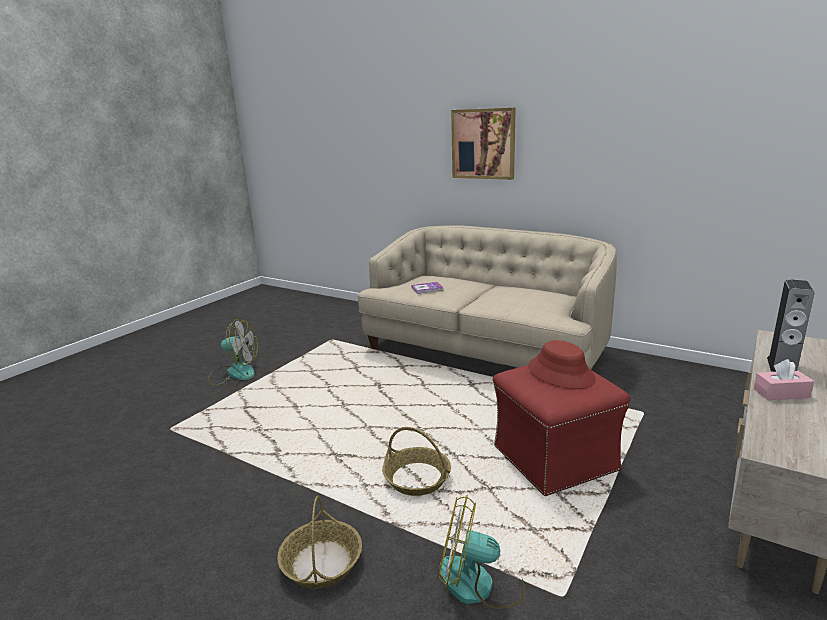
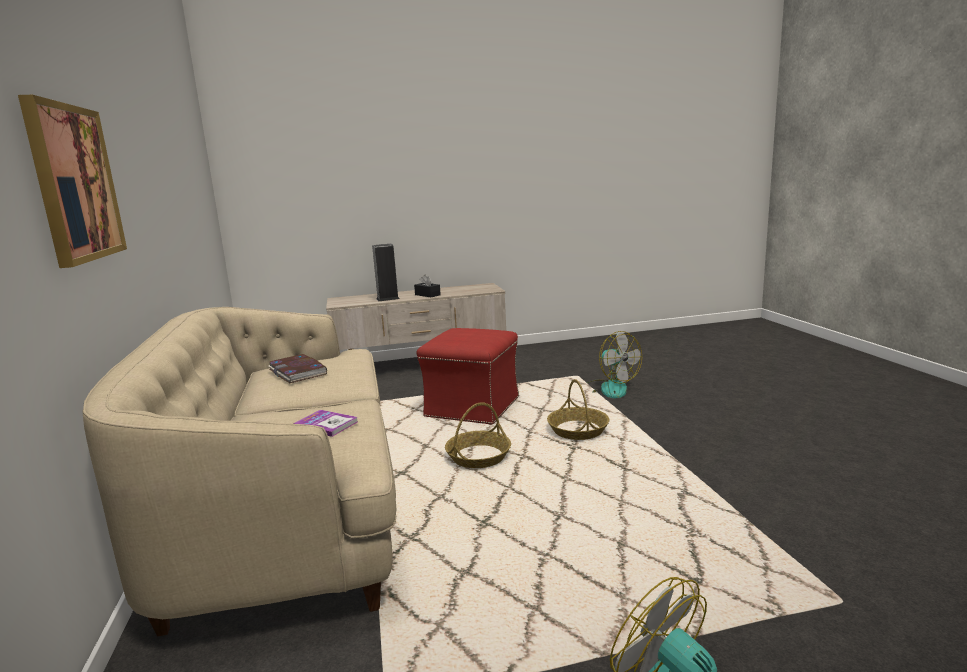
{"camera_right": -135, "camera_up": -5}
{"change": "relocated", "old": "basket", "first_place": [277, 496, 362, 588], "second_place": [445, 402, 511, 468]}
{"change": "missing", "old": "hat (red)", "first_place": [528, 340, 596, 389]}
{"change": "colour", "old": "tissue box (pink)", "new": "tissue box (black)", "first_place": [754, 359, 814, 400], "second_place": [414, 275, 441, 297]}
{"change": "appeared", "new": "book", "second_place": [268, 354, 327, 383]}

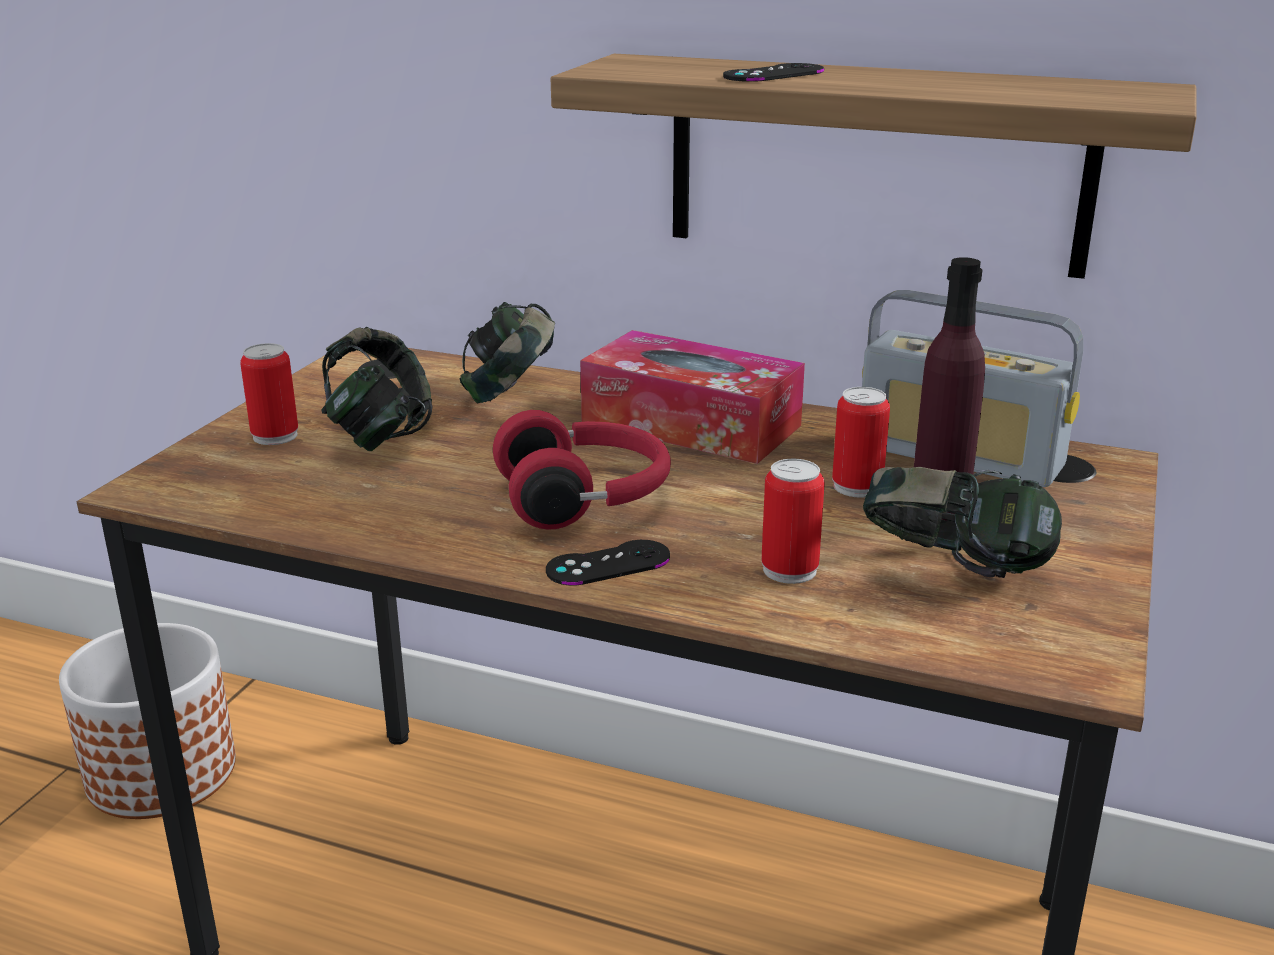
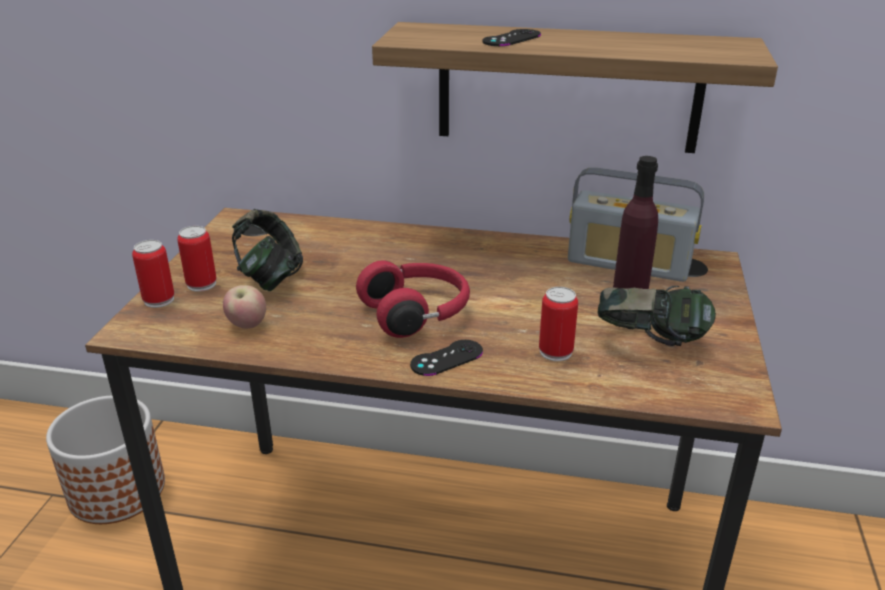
{"camera_right": -10, "camera_up": 5}
{"change": "missing", "old": "headphones", "first_place": [459, 302, 555, 403]}
{"change": "missing", "old": "tissue box", "first_place": [580, 330, 805, 464]}
{"change": "relocated", "old": "can", "first_place": [832, 387, 890, 497], "second_place": [132, 240, 174, 308]}
{"change": "appeared", "new": "apple", "second_place": [223, 285, 266, 329]}

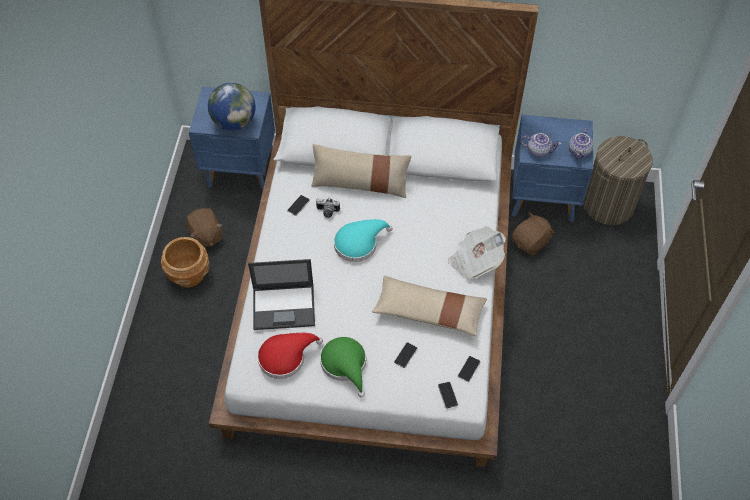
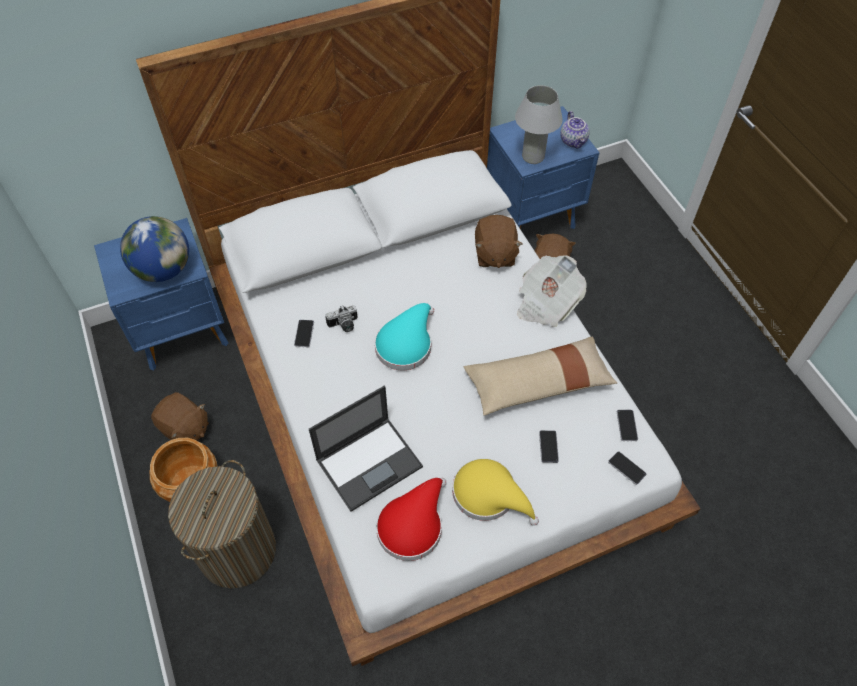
{"camera_right": -30, "camera_up": 0}
{"change": "missing", "old": "pillow (beige)", "first_place": [311, 144, 411, 198]}
{"change": "colour", "old": "hat (green)", "new": "hat (yellow)", "first_place": [320, 336, 366, 397], "second_place": [452, 458, 539, 526]}
{"change": "exchanged", "old": "teapot", "new": "table lamp (white)", "first_place": [520, 133, 561, 157], "second_place": [515, 85, 563, 164]}
{"change": "relocated", "old": "laundry basket", "first_place": [583, 136, 653, 225], "second_place": [168, 460, 276, 588]}
{"change": "appeared", "new": "plush toy (brown)", "second_place": [475, 215, 522, 268]}

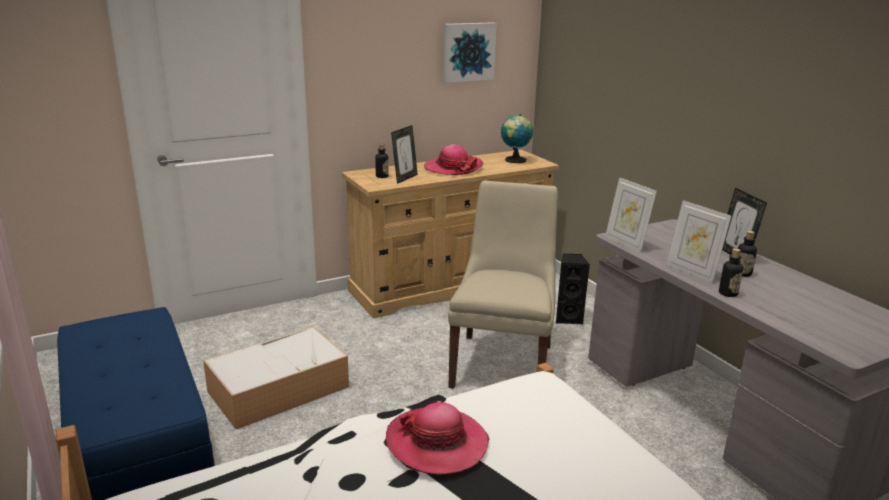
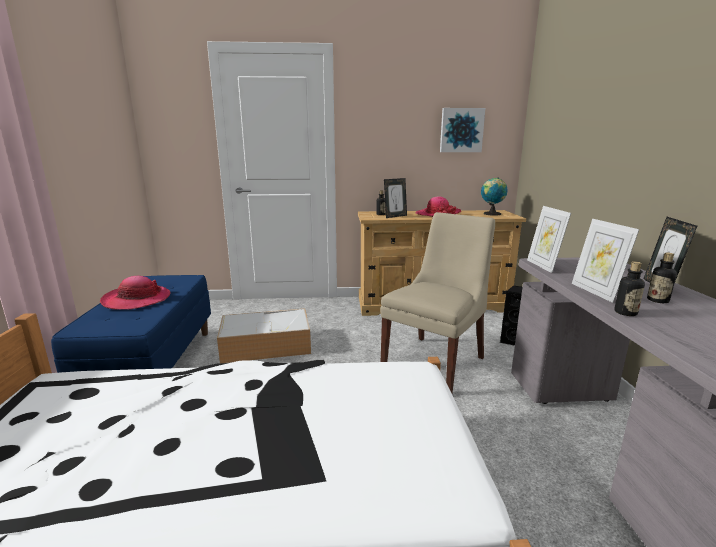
{"camera_right": 25, "camera_up": -5}
{"change": "relocated", "old": "hat", "first_place": [386, 401, 489, 475], "second_place": [100, 276, 171, 310]}

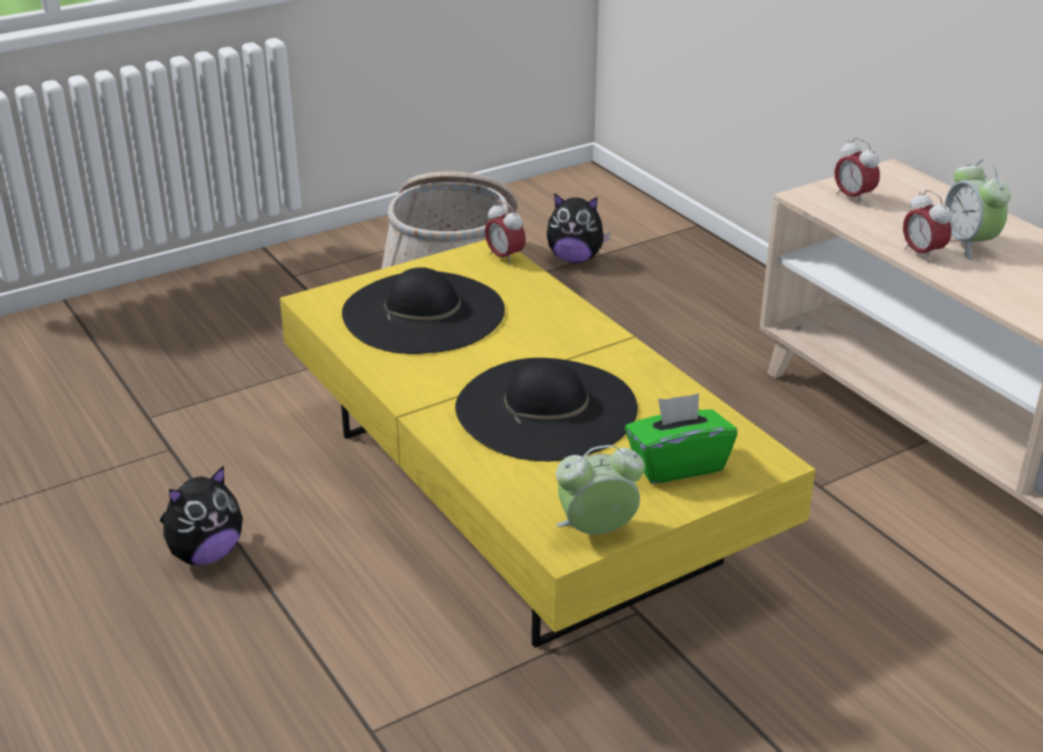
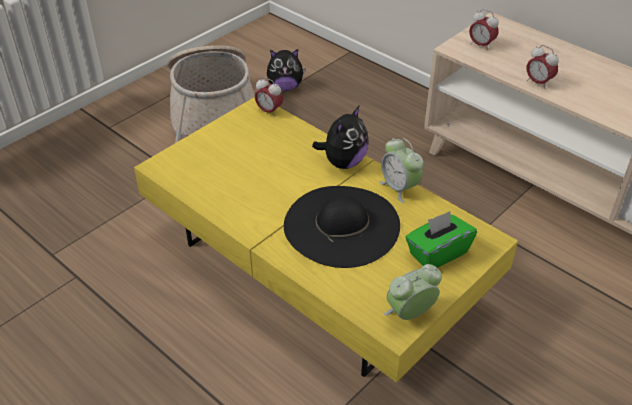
{"camera_right": -15, "camera_up": 10}
{"change": "relocated", "old": "plush toy", "first_place": [160, 466, 243, 565], "second_place": [312, 106, 369, 169]}
{"change": "missing", "old": "hat (black)", "first_place": [342, 267, 505, 354]}
{"change": "relocated", "old": "alarm clock", "first_place": [945, 160, 1011, 260], "second_place": [379, 138, 423, 203]}

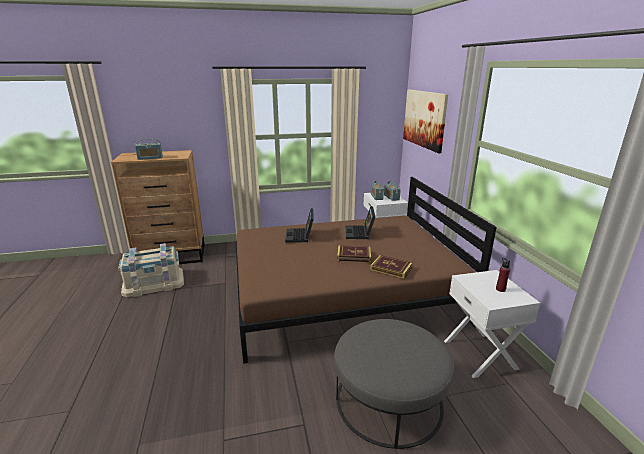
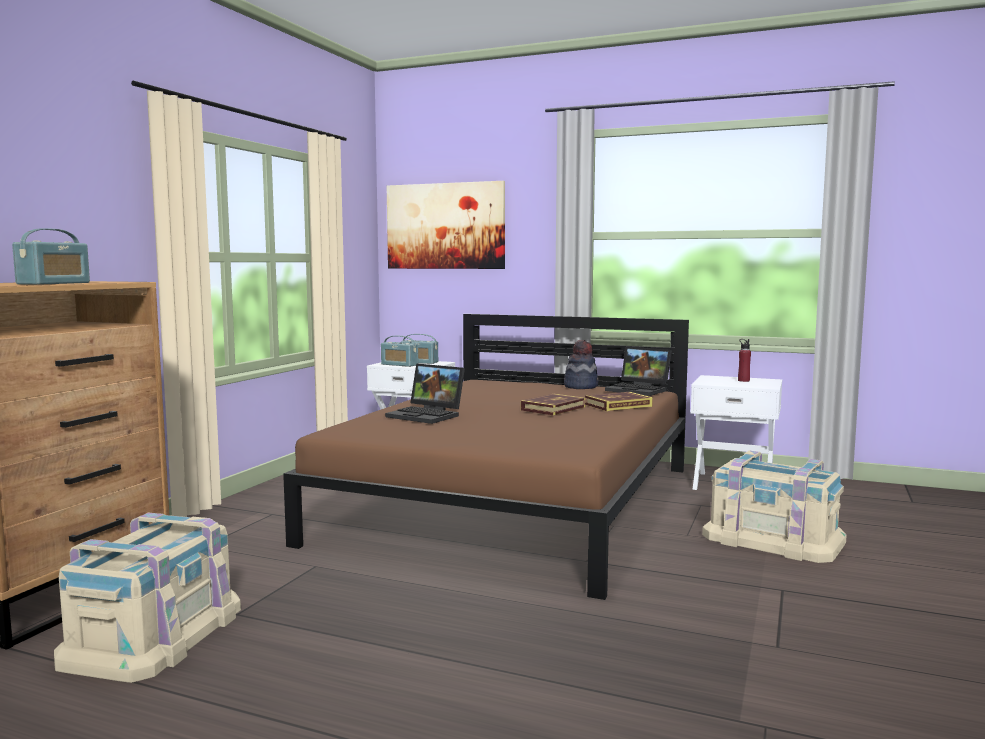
{"camera_right": -55, "camera_up": -15}
{"change": "exchanged", "old": "ottoman (grey)", "new": "storage box (beige)", "first_place": [334, 319, 454, 449], "second_place": [702, 450, 846, 563]}
{"change": "relocated", "old": "laptop", "first_place": [346, 206, 375, 239], "second_place": [605, 347, 672, 396]}
{"change": "appeared", "new": "hat", "second_place": [564, 340, 599, 389]}

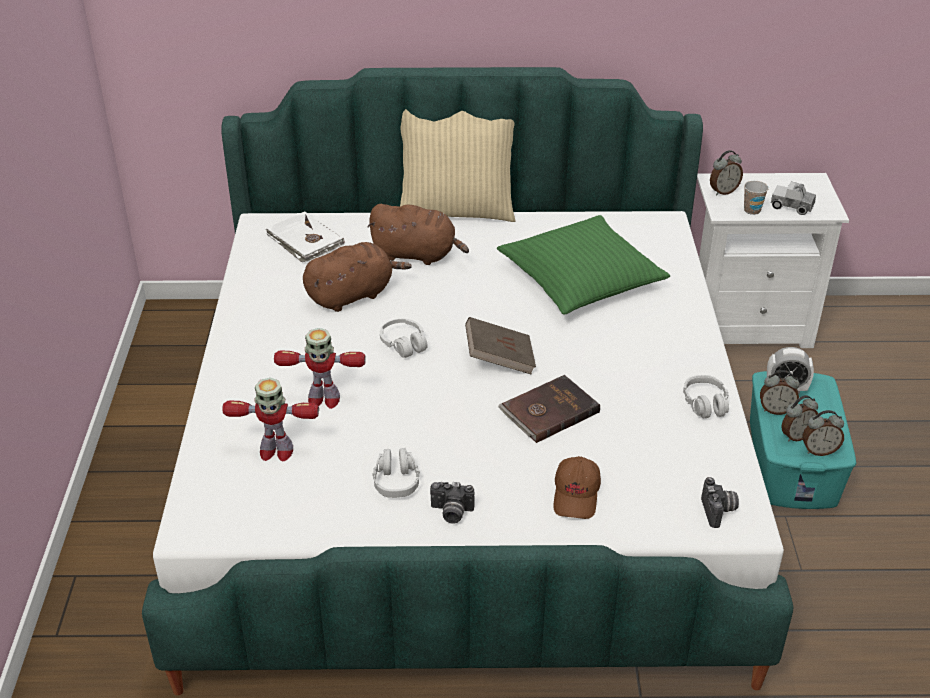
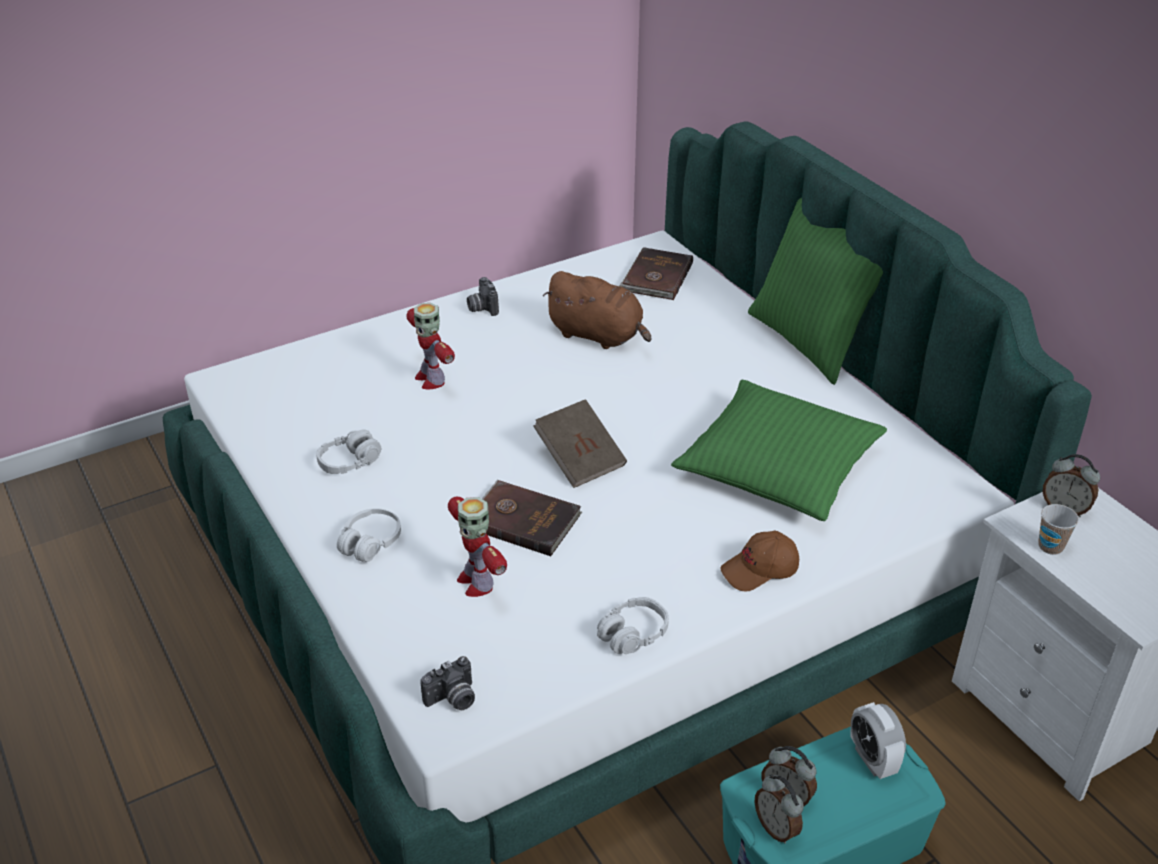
{"camera_right": 60, "camera_up": 0}
{"change": "relocated", "old": "toy robot", "first_place": [222, 378, 319, 461], "second_place": [448, 497, 507, 597]}
{"change": "colour", "old": "book (white)", "new": "book (brown)", "first_place": [266, 211, 344, 262], "second_place": [619, 247, 693, 300]}
{"change": "missing", "old": "plush toy (brown)", "first_place": [367, 204, 469, 265]}
{"change": "relocated", "old": "headphones (white)", "first_place": [380, 319, 428, 358], "second_place": [337, 508, 401, 562]}
{"change": "colour", "old": "pillow (beige)", "new": "pillow (green)", "first_place": [400, 109, 515, 222], "second_place": [748, 198, 883, 385]}
{"change": "relocated", "old": "photo camera", "first_place": [430, 482, 474, 524], "second_place": [467, 277, 499, 316]}
{"change": "relocated", "old": "cap (brown)", "first_place": [553, 456, 601, 519], "second_place": [720, 531, 799, 592]}
{"change": "missing", "old": "alarm clock", "first_place": [760, 370, 799, 415]}
{"change": "missing", "old": "toy truck", "first_place": [771, 182, 816, 215]}

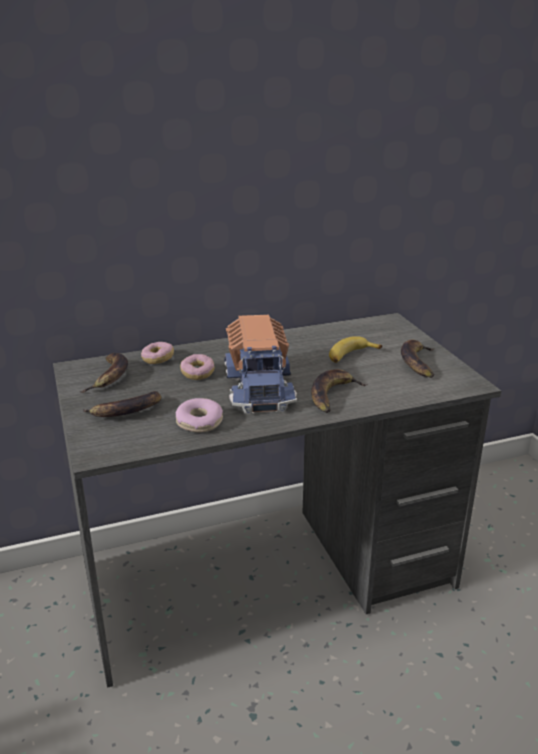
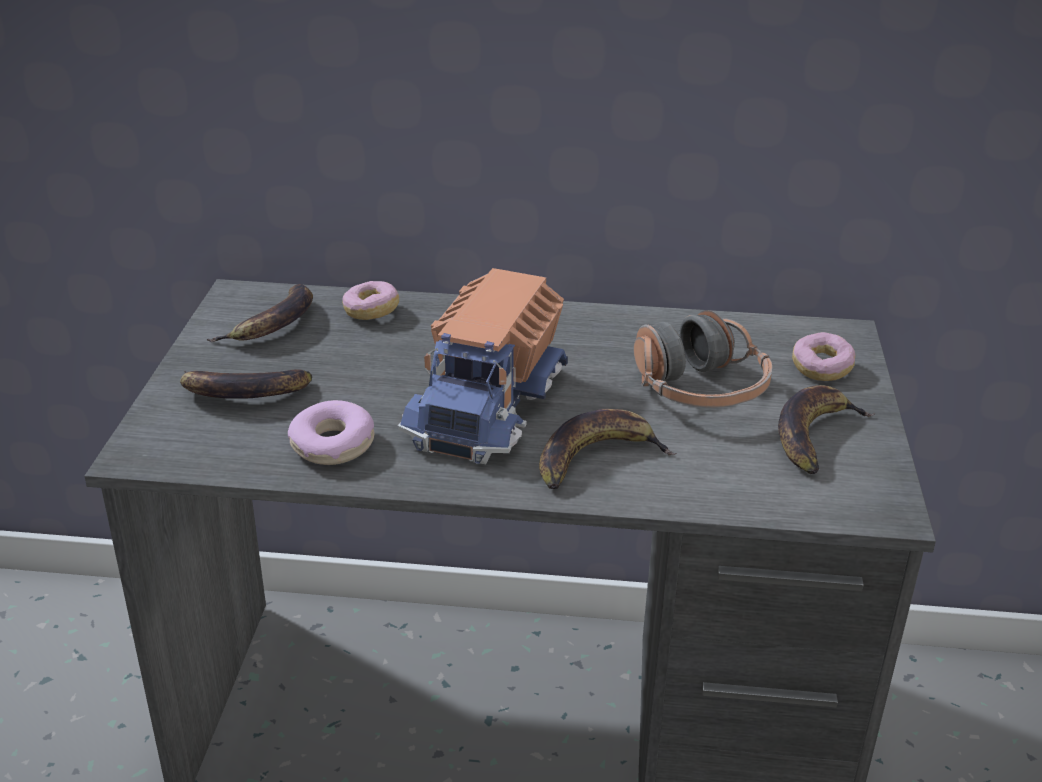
{"camera_right": 25, "camera_up": 5}
{"change": "relocated", "old": "donut", "first_place": [180, 354, 215, 380], "second_place": [792, 332, 855, 381]}
{"change": "exchanged", "old": "banana", "new": "headphones", "first_place": [329, 336, 382, 363], "second_place": [634, 310, 772, 408]}

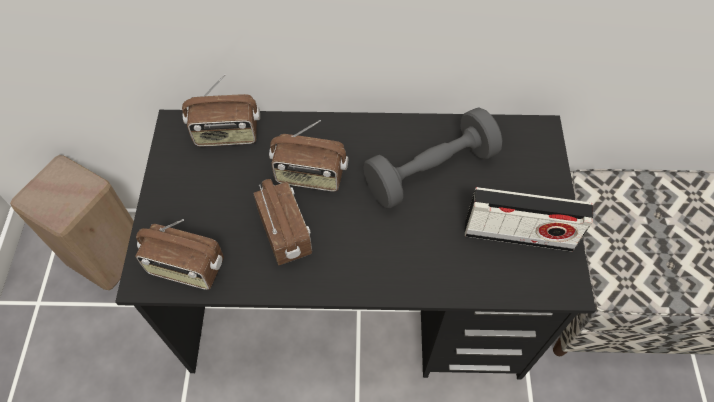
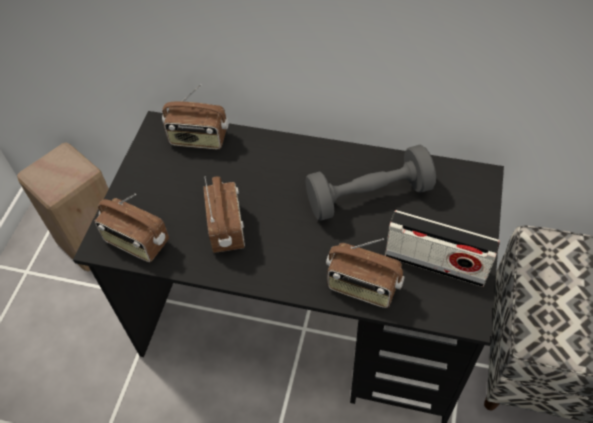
{"camera_right": 15, "camera_up": -5}
{"change": "relocated", "old": "radio", "first_place": [269, 120, 348, 191], "second_place": [326, 238, 404, 308]}

